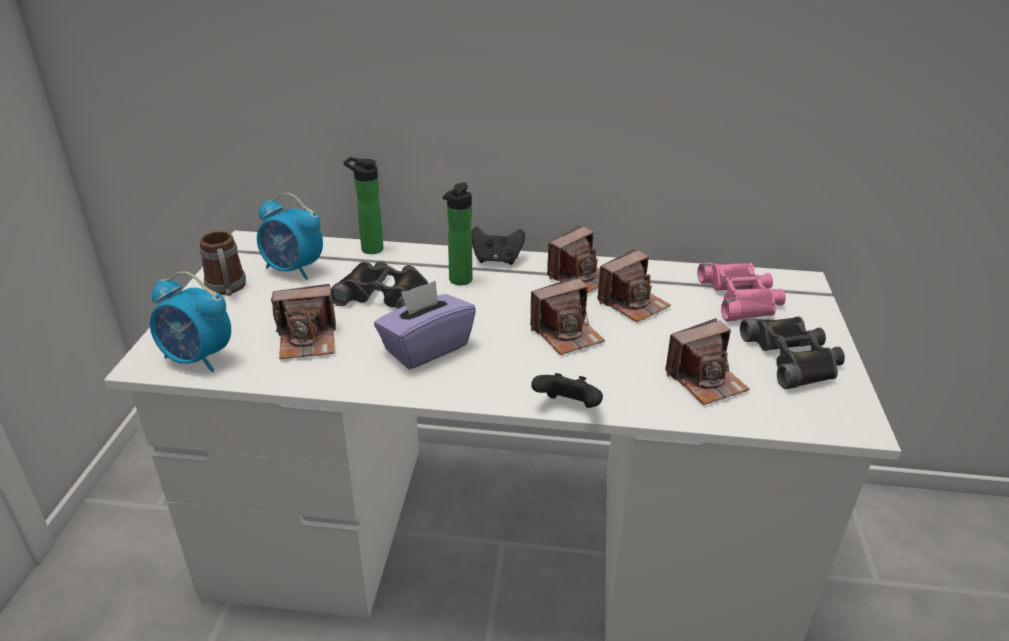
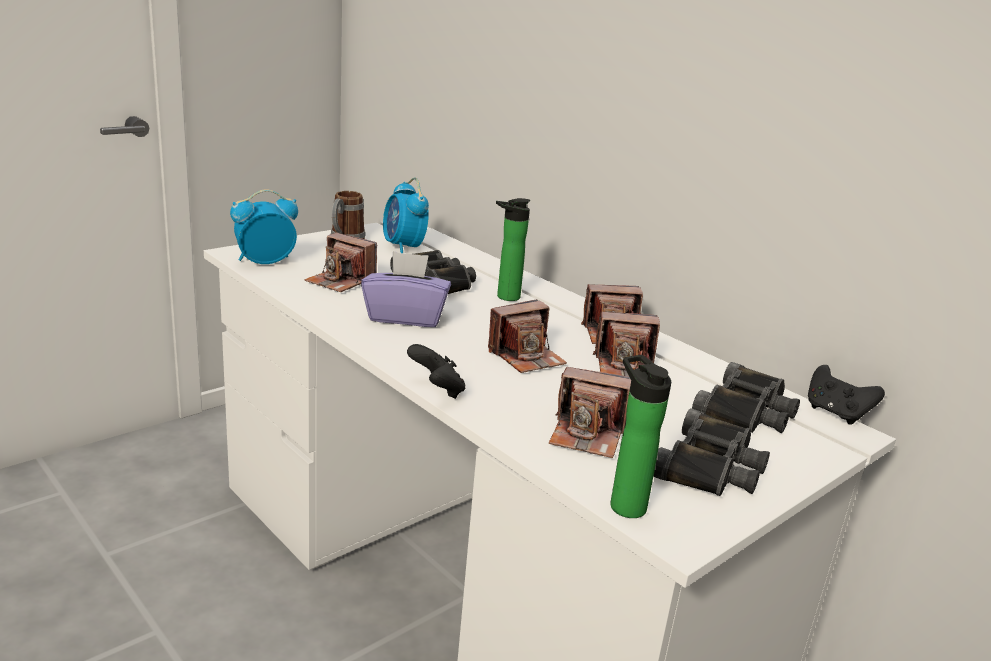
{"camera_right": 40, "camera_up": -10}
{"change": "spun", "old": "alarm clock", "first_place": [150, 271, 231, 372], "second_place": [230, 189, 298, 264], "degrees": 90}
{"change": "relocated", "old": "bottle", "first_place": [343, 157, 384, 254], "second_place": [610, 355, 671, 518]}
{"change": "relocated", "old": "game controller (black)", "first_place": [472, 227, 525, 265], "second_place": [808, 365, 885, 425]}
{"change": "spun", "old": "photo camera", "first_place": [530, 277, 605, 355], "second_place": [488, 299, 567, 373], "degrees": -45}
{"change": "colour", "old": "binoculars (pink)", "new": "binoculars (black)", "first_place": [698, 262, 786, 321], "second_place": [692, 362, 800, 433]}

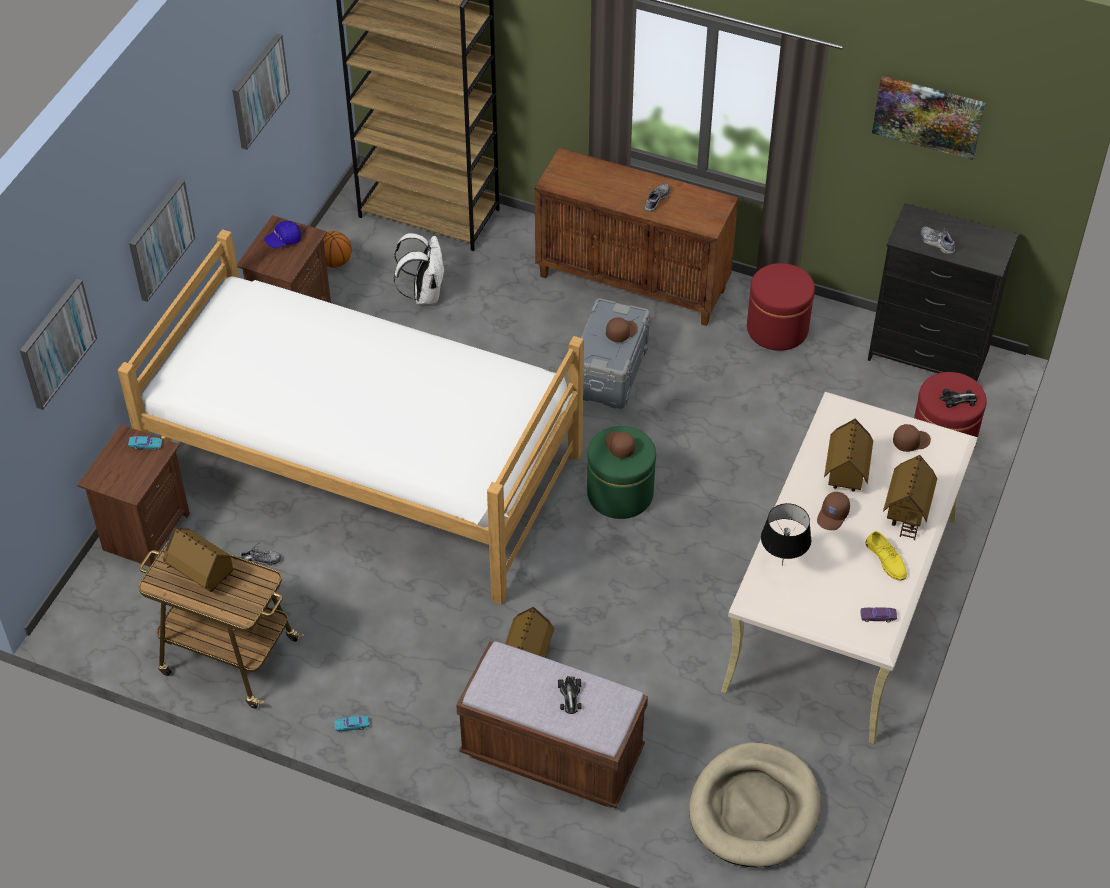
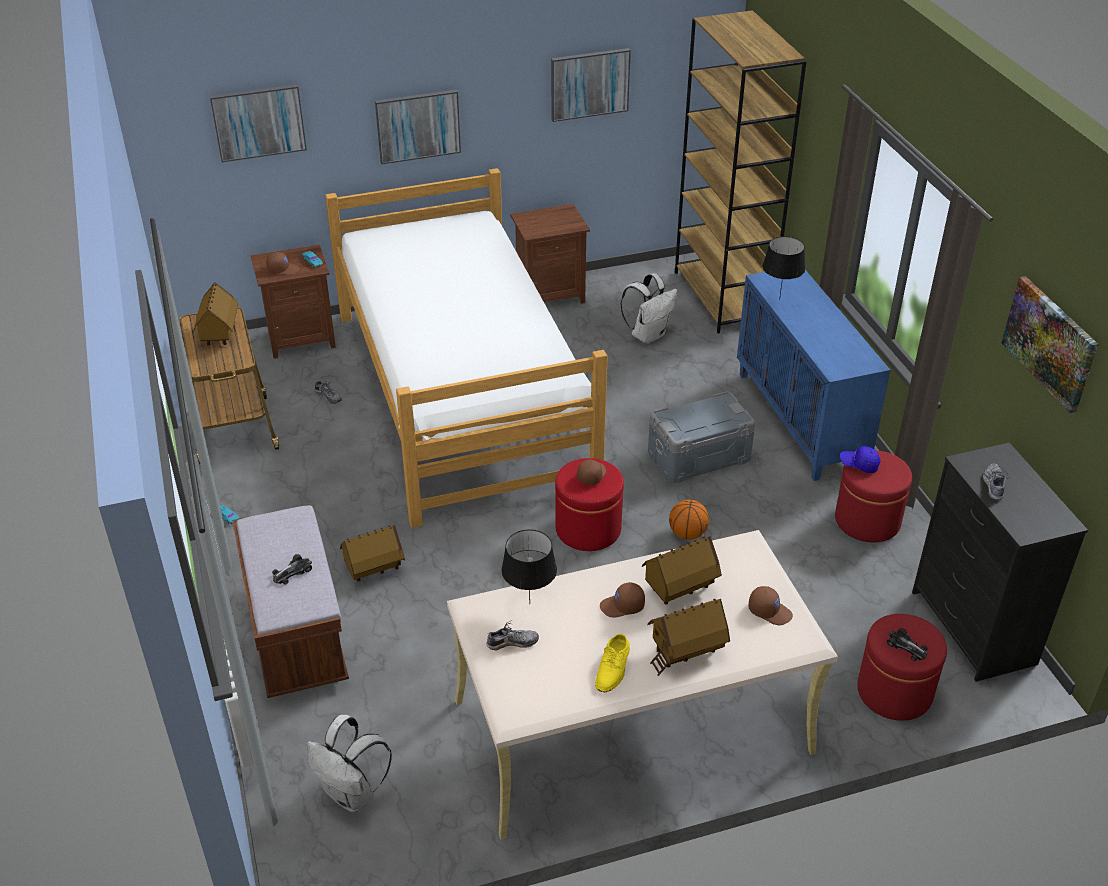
{"camera_right": 50, "camera_up": -10}
{"change": "relocated", "old": "cap (blue)", "first_place": [264, 221, 301, 249], "second_place": [840, 446, 880, 473]}
{"change": "relocated", "old": "basketball", "first_place": [323, 231, 352, 268], "second_place": [669, 499, 709, 540]}
{"change": "colour", "old": "cabinet (brown)", "new": "cabinet (blue)", "first_place": [535, 148, 738, 326], "second_place": [737, 270, 890, 481]}
{"change": "colour", "old": "ottoman (green)", "new": "ottoman (red)", "first_place": [587, 426, 656, 519], "second_place": [555, 458, 624, 551]}
{"change": "relocated", "old": "cap (brown)", "first_place": [606, 318, 638, 342], "second_place": [266, 252, 299, 275]}
{"change": "relocated", "old": "shoe", "first_place": [645, 183, 670, 212], "second_place": [486, 620, 539, 650]}
{"change": "exchanged", "old": "dog bed (beige)", "new": "backpack (white)", "first_place": [689, 742, 820, 868], "second_place": [307, 715, 392, 812]}
{"change": "missing", "old": "toy car (purple)", "first_place": [861, 607, 897, 622]}
{"change": "appeared", "new": "table lamp (black)", "second_place": [763, 236, 805, 300]}

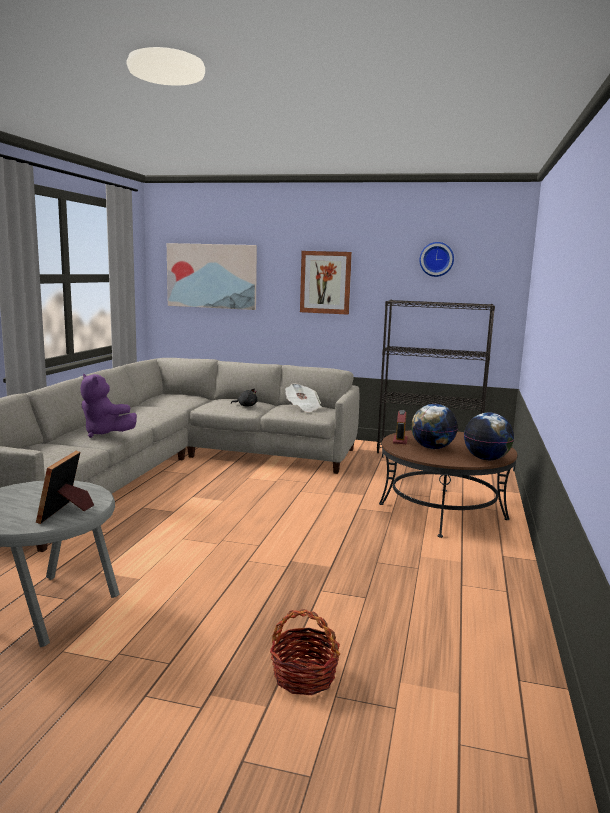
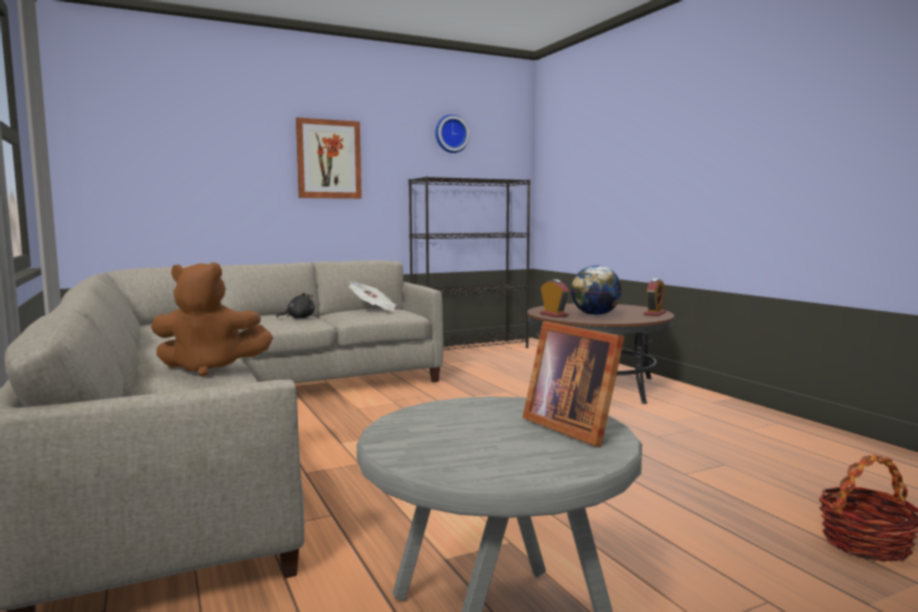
{"camera_right": -40, "camera_up": -5}
{"change": "colour", "old": "plush toy (purple)", "new": "plush toy (brown)", "first_place": [80, 374, 137, 438], "second_place": [151, 262, 273, 376]}
{"change": "missing", "old": "picture", "first_place": [167, 243, 257, 310]}
{"change": "exchanged", "old": "globe", "new": "alarm clock", "first_place": [464, 412, 514, 460], "second_place": [644, 279, 666, 316]}

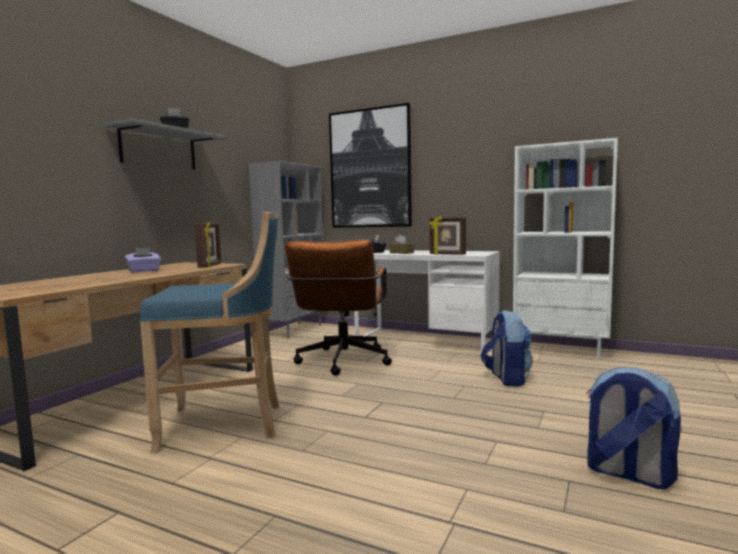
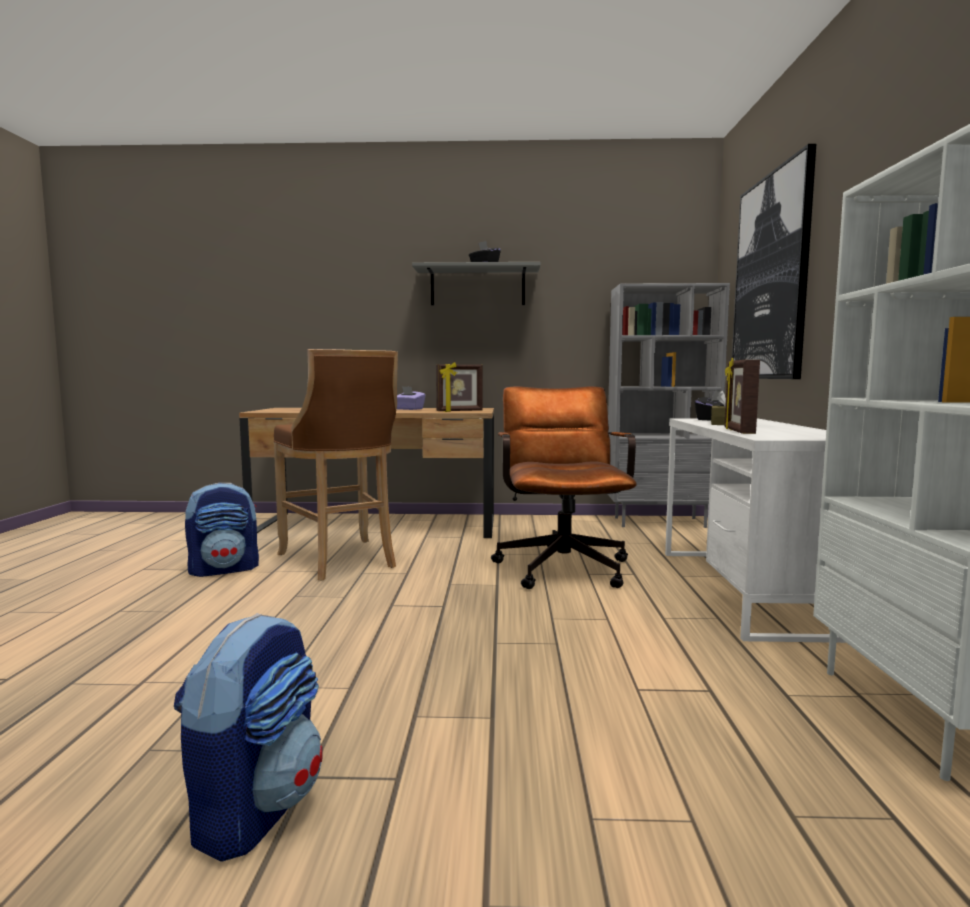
{"camera_right": 65, "camera_up": 0}
{"change": "colour", "old": "stool (blue)", "new": "stool (brown)", "first_place": [140, 212, 279, 453], "second_place": [273, 349, 398, 581]}
{"change": "spun", "old": "office chair (brown)", "first_place": [285, 239, 392, 376], "second_place": [491, 386, 637, 589], "degrees": 105}
{"change": "relocated", "old": "backpack", "first_place": [481, 310, 533, 387], "second_place": [185, 483, 259, 577]}

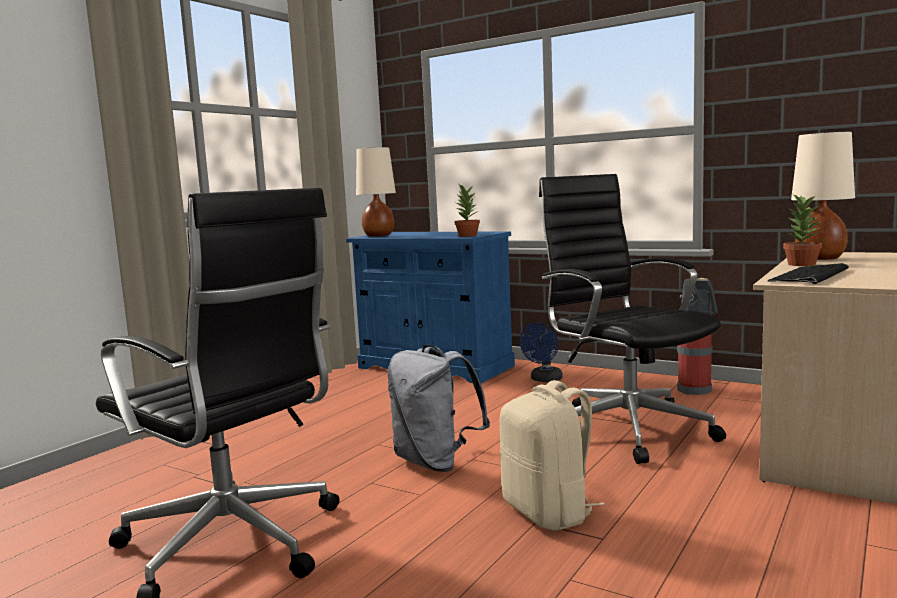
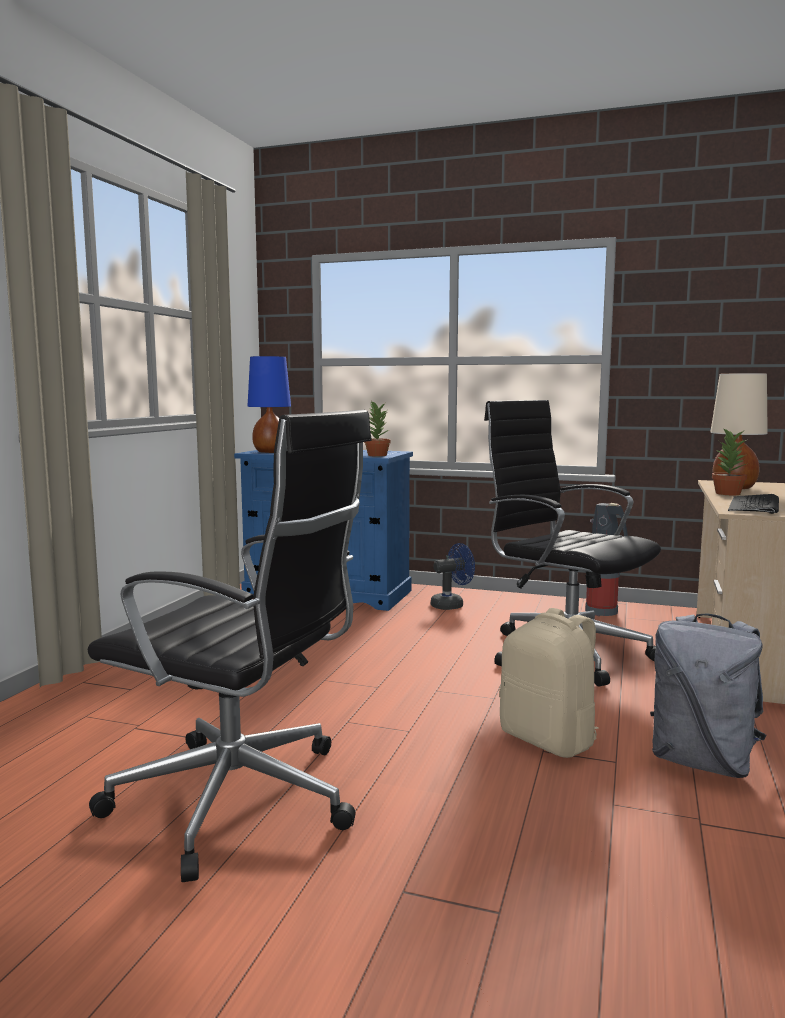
{"camera_right": -15, "camera_up": 0}
{"change": "colour", "old": "table lamp (beige)", "new": "table lamp (blue)", "first_place": [356, 147, 396, 237], "second_place": [247, 356, 291, 453]}
{"change": "relocated", "old": "backpack (grey)", "first_place": [387, 345, 490, 472], "second_place": [650, 614, 767, 778]}
{"change": "spun", "old": "fan (blue)", "first_place": [520, 322, 563, 382], "second_place": [431, 543, 475, 610], "degrees": -135}

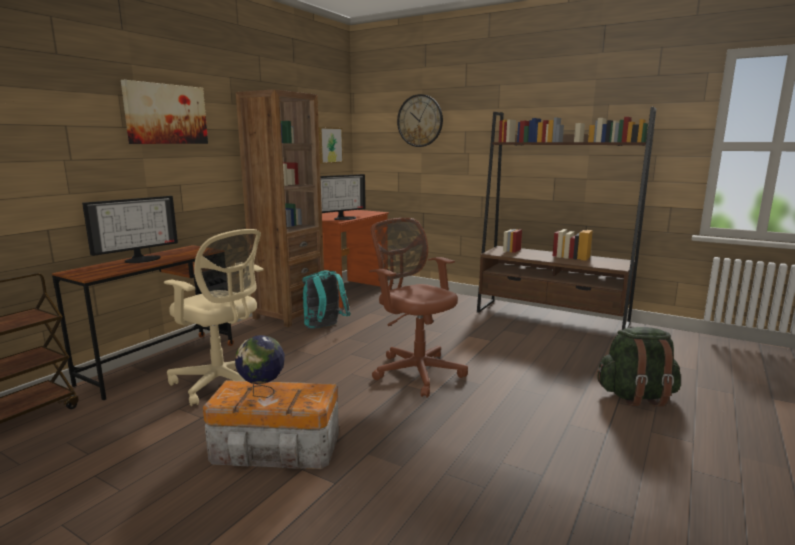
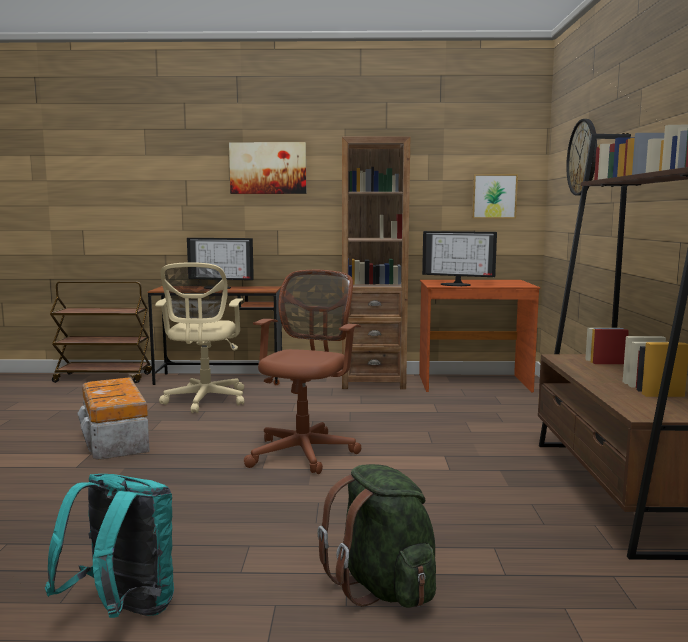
{"camera_right": 60, "camera_up": -5}
{"change": "missing", "old": "globe", "first_place": [235, 335, 285, 398]}
{"change": "relocated", "old": "backpack (turquoise)", "first_place": [302, 270, 351, 329], "second_place": [45, 474, 174, 618]}

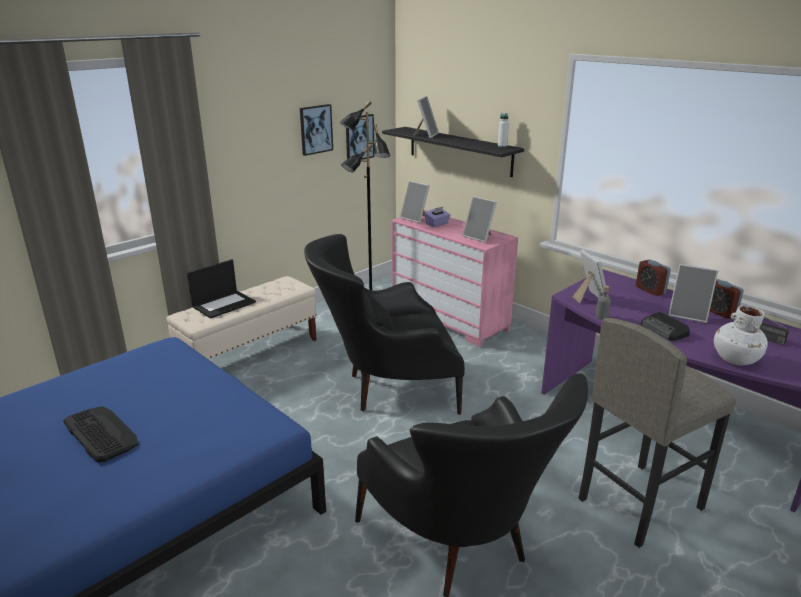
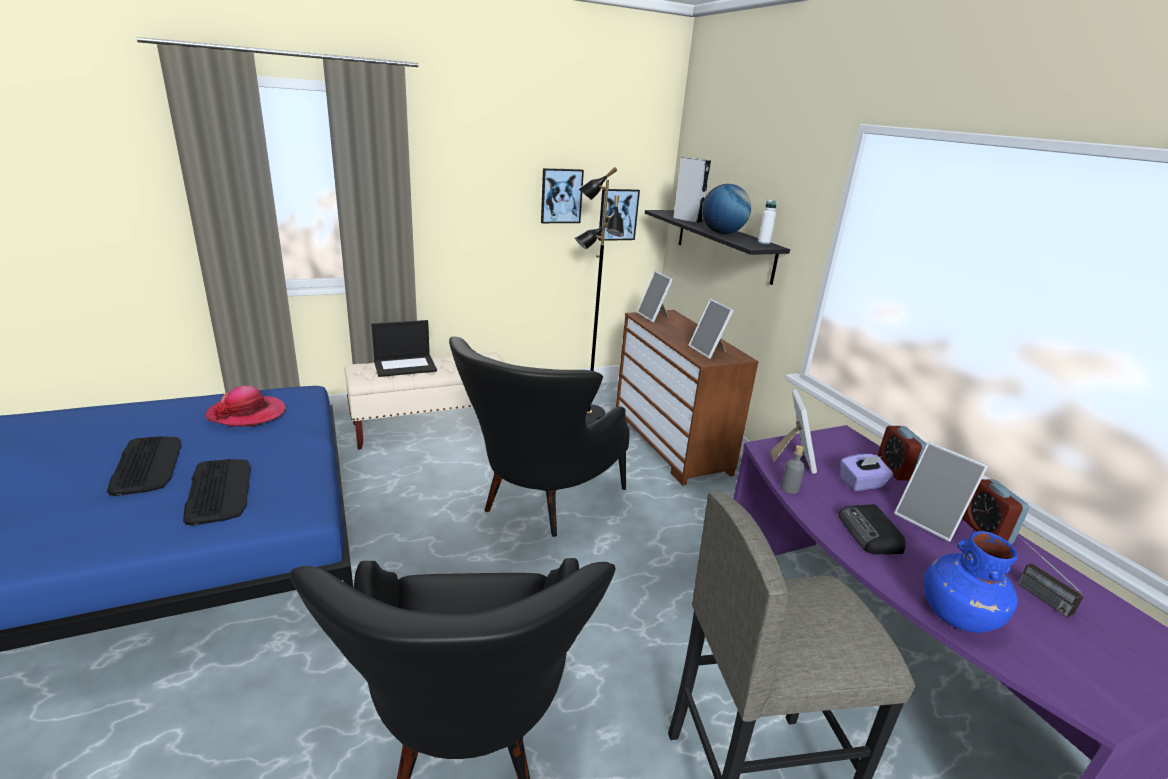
{"camera_right": 20, "camera_up": 0}
{"change": "spun", "old": "armchair (black)", "first_place": [304, 234, 465, 415], "second_place": [449, 337, 630, 537], "degrees": -75}
{"change": "colour", "old": "dresser (pink)", "new": "dresser (brown)", "first_place": [391, 210, 518, 347], "second_place": [616, 310, 758, 486]}
{"change": "exchanged", "old": "picture frame", "new": "speaker (grey)", "first_place": [414, 96, 439, 138], "second_place": [673, 157, 711, 223]}
{"change": "relocated", "old": "tissue box (purple)", "first_place": [424, 207, 451, 227], "second_place": [840, 454, 893, 491]}
{"change": "colour", "old": "vase (white)", "new": "vase (blue)", "first_place": [714, 305, 768, 365], "second_place": [923, 531, 1018, 633]}
{"change": "appeared", "new": "keyboard", "second_place": [183, 459, 251, 526]}
{"change": "appeared", "new": "hat", "second_place": [205, 386, 286, 426]}
{"change": "appeared", "new": "globe", "second_place": [702, 184, 751, 234]}

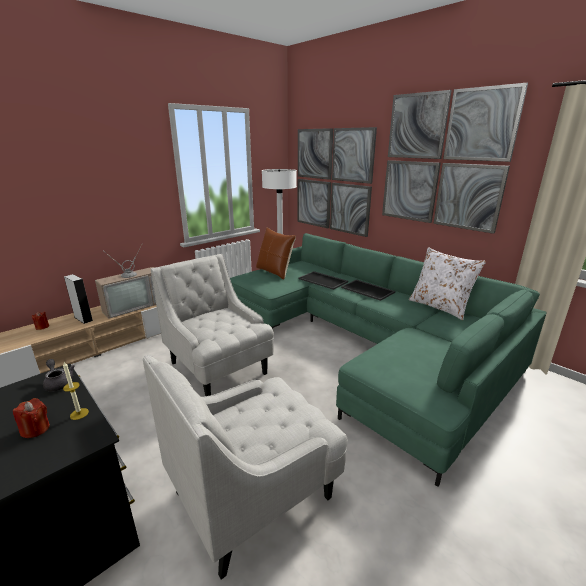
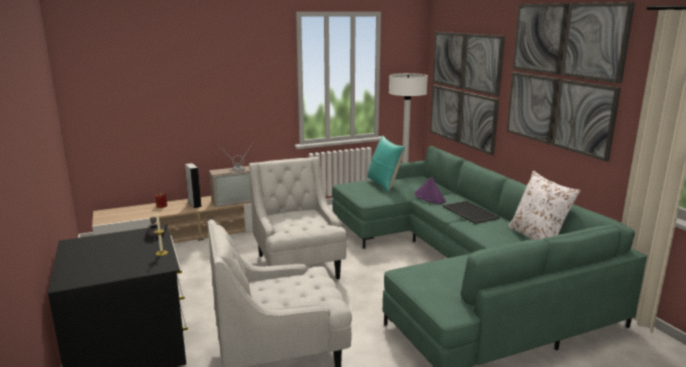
{"camera_right": 20, "camera_up": -5}
{"change": "missing", "old": "candle (red)", "first_place": [13, 398, 50, 438]}
{"change": "colour", "old": "pillow (brown)", "new": "pillow (turquoise)", "first_place": [256, 228, 296, 280], "second_place": [367, 136, 405, 192]}
{"change": "exchanged", "old": "tray", "new": "hat (purple)", "first_place": [298, 271, 348, 290], "second_place": [414, 176, 446, 204]}

